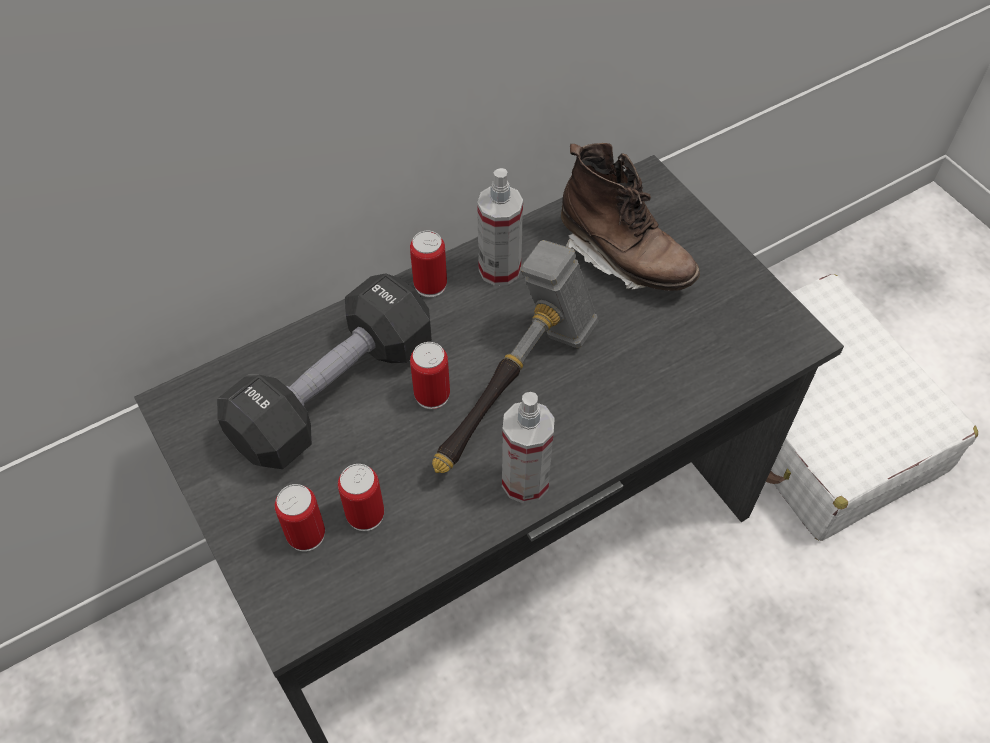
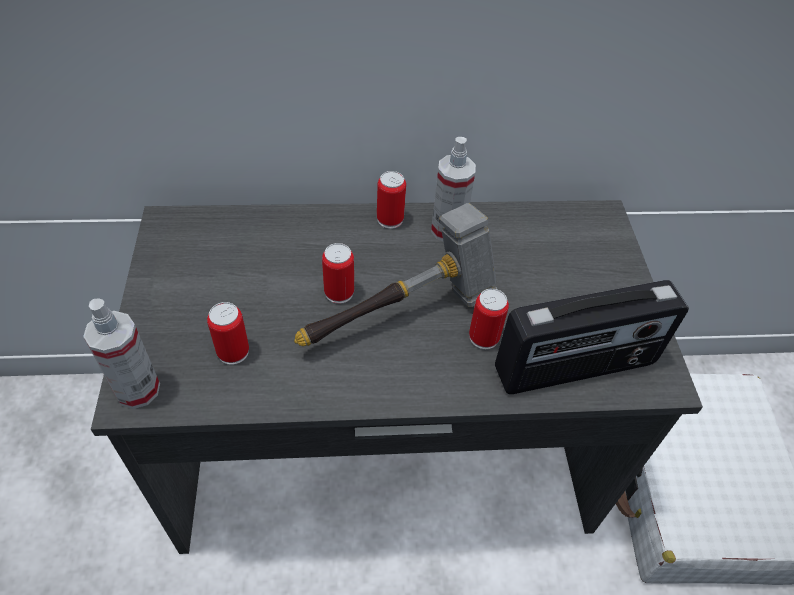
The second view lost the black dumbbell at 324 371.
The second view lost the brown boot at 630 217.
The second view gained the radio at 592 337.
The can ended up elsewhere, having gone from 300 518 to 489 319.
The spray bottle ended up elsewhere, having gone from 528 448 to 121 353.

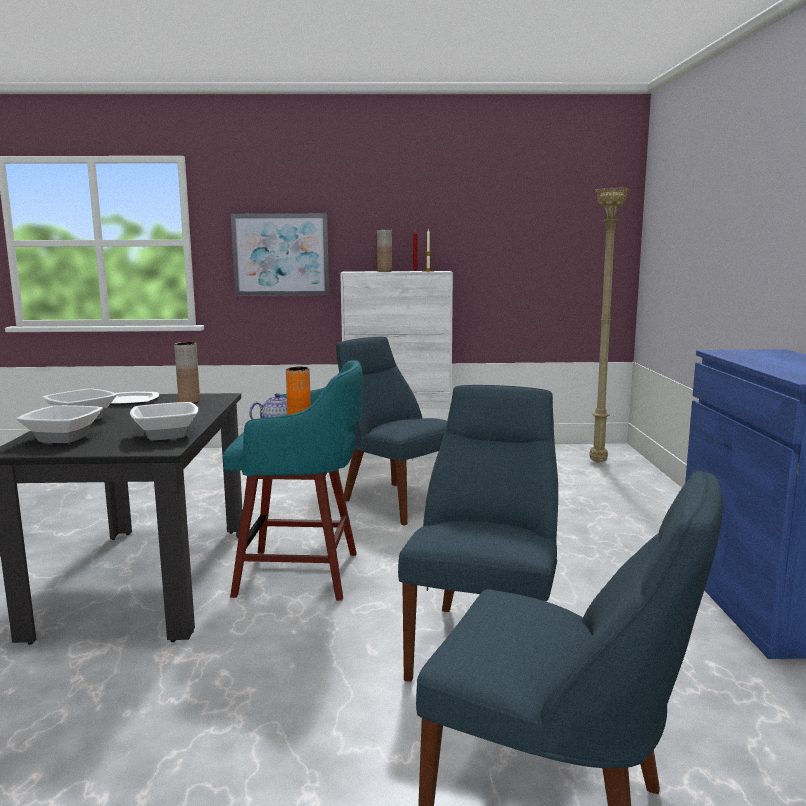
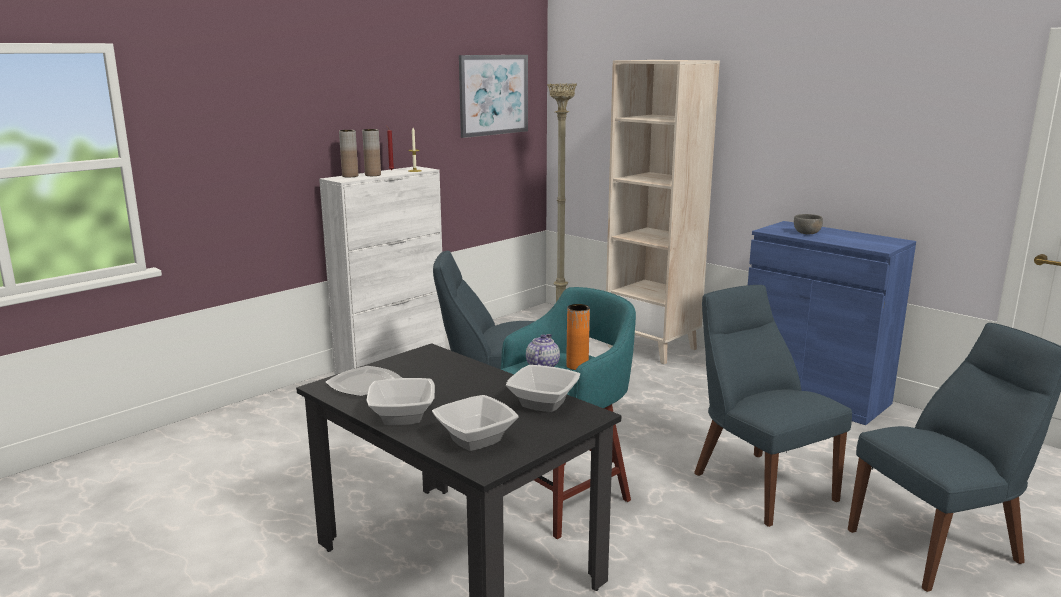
The second view gained the beige bookcase at 663 212.
The second view gained the grey bowl at 808 224.
The brown vase ended up elsewhere, having gone from 187 372 to 348 153.
The picture ended up elsewhere, having gone from 280 254 to 493 96.

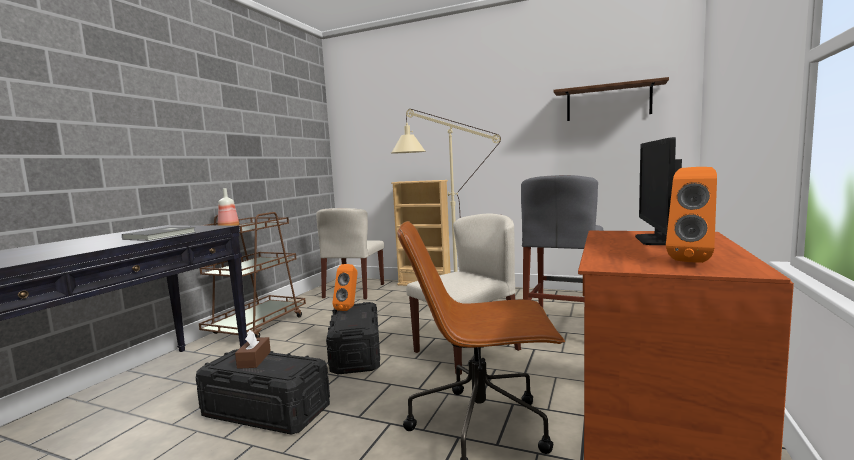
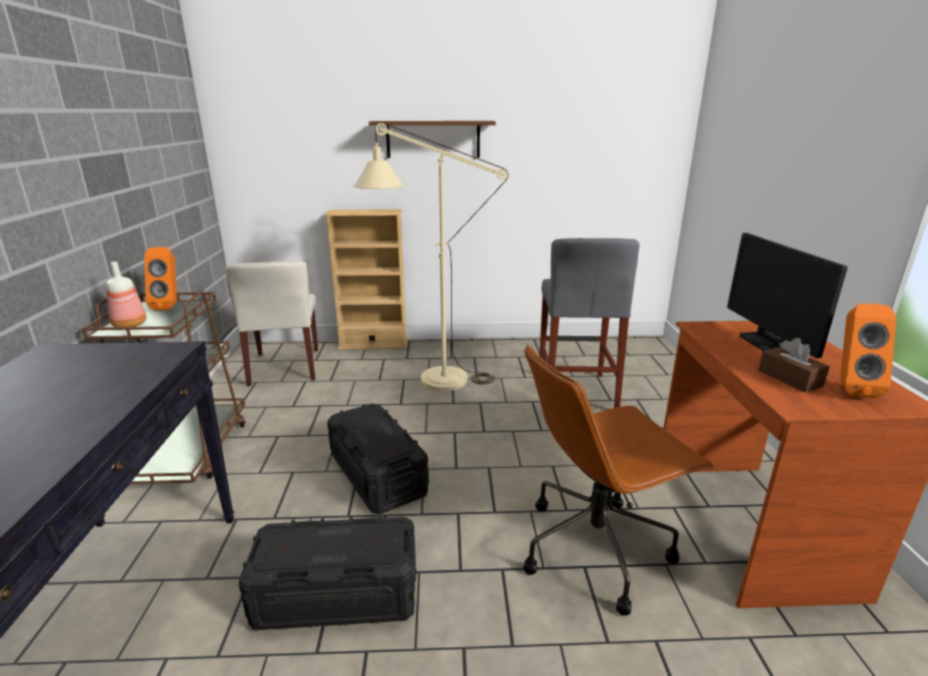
The second view lost the grey book at 158 234.
The second view lost the beige chair at 463 294.
The brown tissue box ended up elsewhere, having gone from 253 349 to 794 365.
The orange speaker ended up elsewhere, having gone from 345 287 to 160 278.
The brown shelf ended up elsewhere, having gone from 611 99 to 432 139.

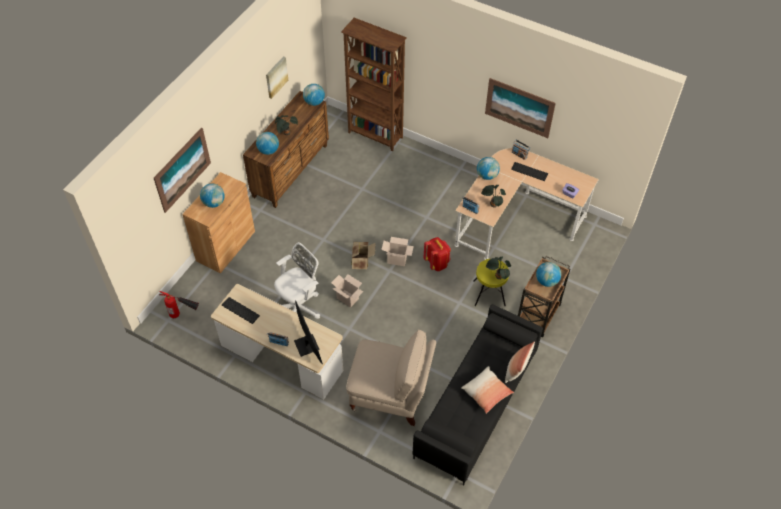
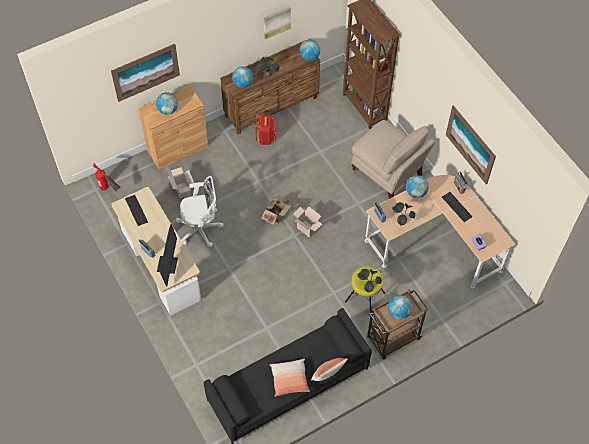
The cardboard box ended up elsewhere, having gone from 347 291 to 181 183.
The beige chair ended up elsewhere, having gone from 391 377 to 393 159.
The red backpack ended up elsewhere, having gone from 437 254 to 266 129.

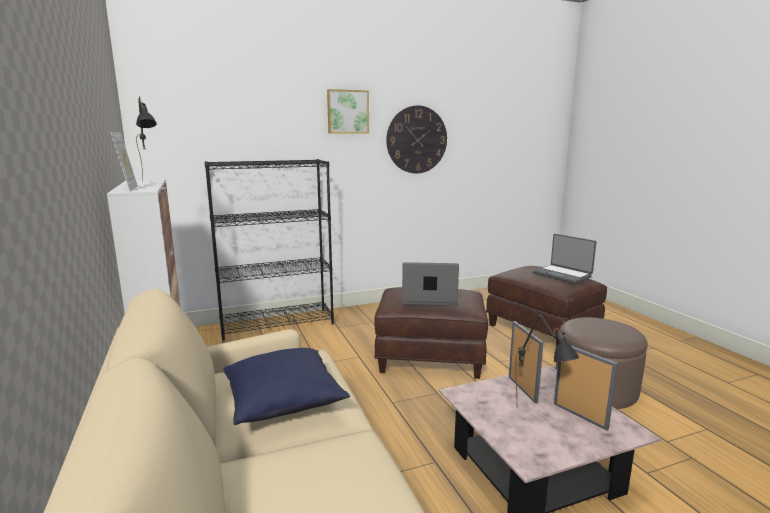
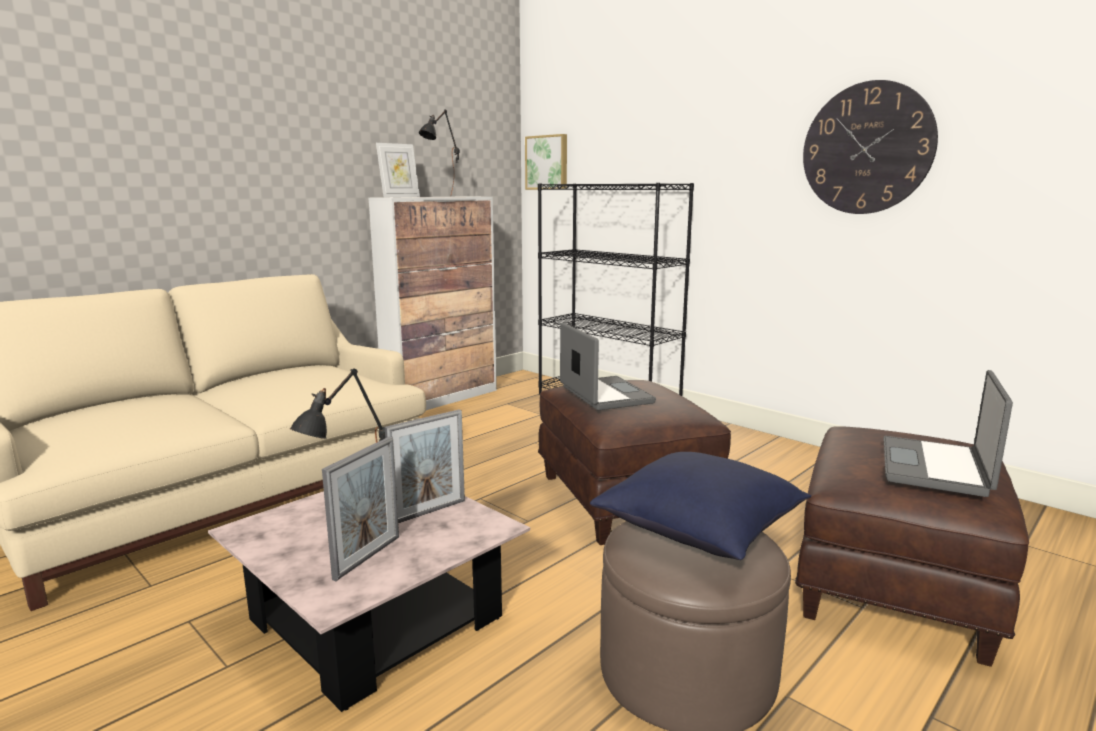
The blue pillow ended up elsewhere, having gone from 287 386 to 700 506.
The picture ended up elsewhere, having gone from 348 111 to 546 162.

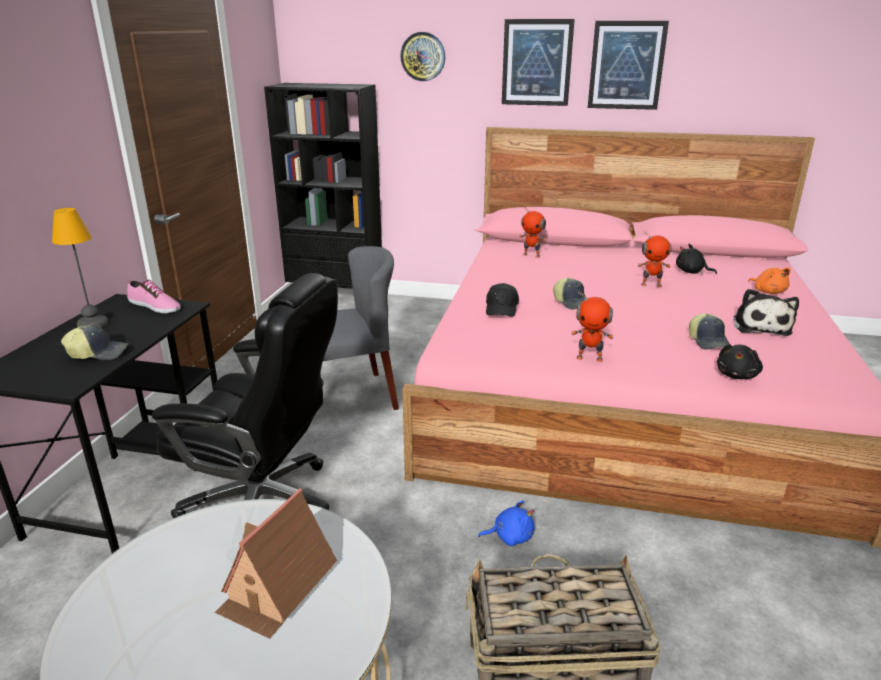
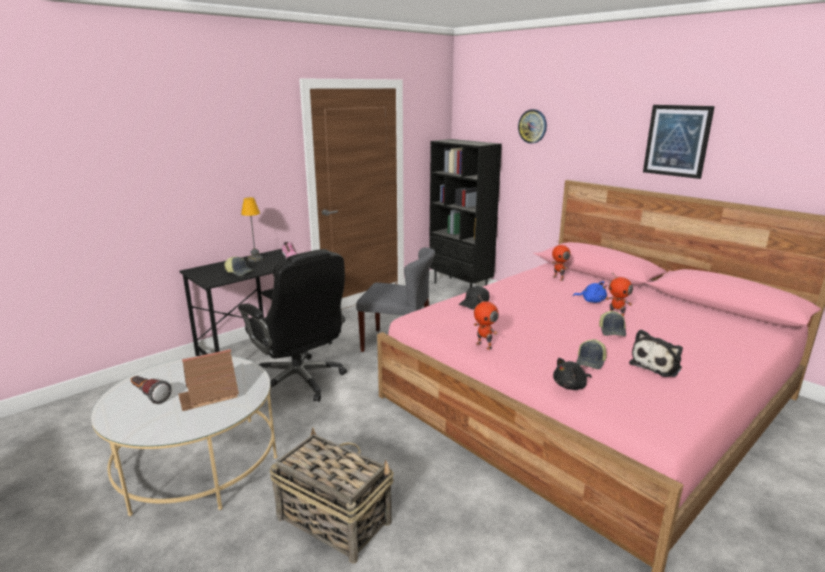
The second view lost the picture at 538 62.
The second view lost the black plush toy at 696 259.
The second view lost the orange plush toy at 769 281.
The second view gained the flashlight at 151 390.
The blue plush toy ended up elsewhere, having gone from 506 523 to 590 292.
The cap ended up elsewhere, having gone from 570 294 to 612 323.

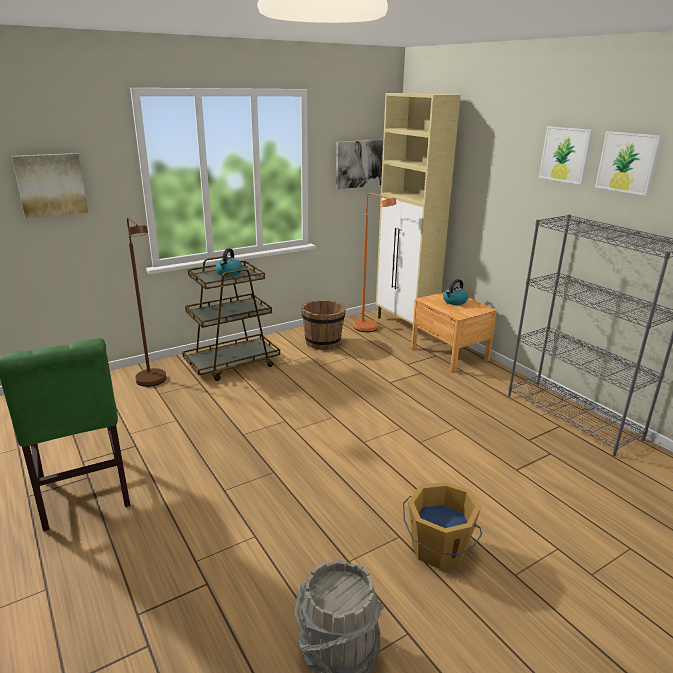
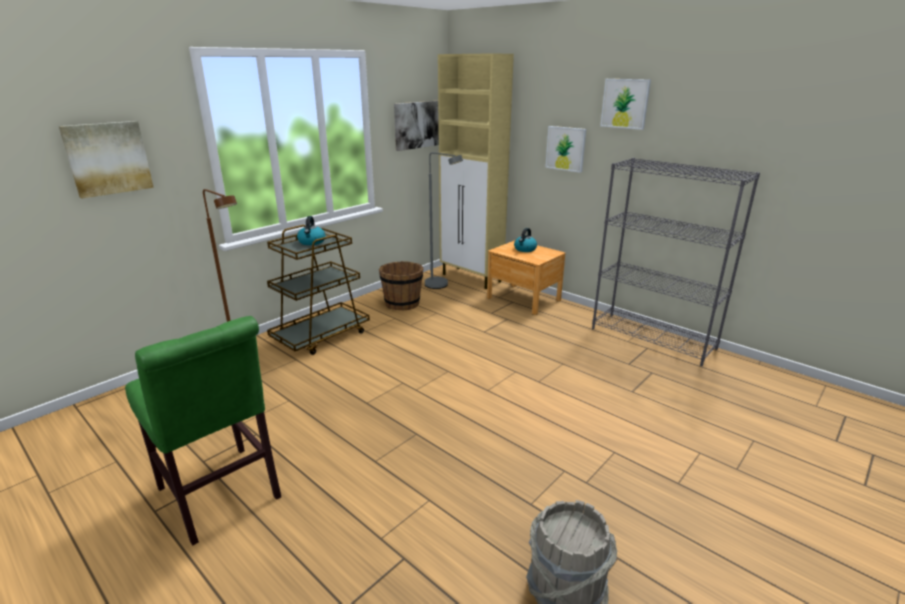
The second view lost the orange bucket at 442 525.
The picture ended up elsewhere, having gone from 628 163 to 565 149.
What was the orange floor lamp at 375 262 turned into the grey floor lamp at 444 220.

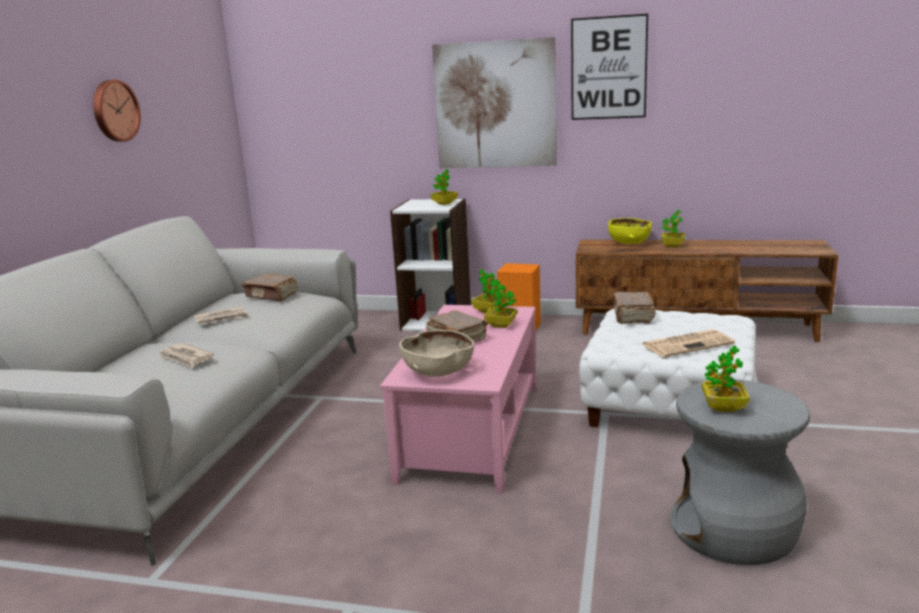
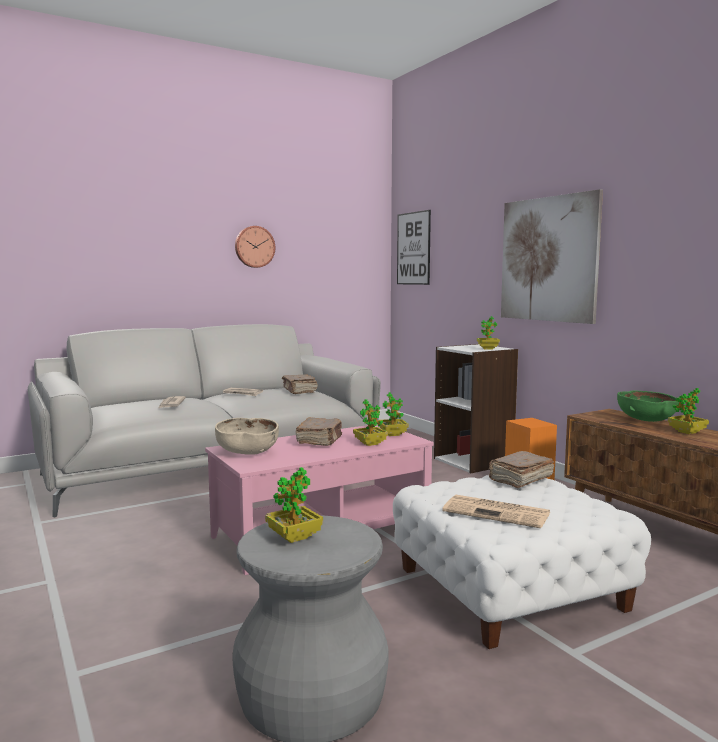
The picture ended up elsewhere, having gone from 609 67 to 414 247.
What was the yellow bowl at 630 231 turned into the green bowl at 648 406.

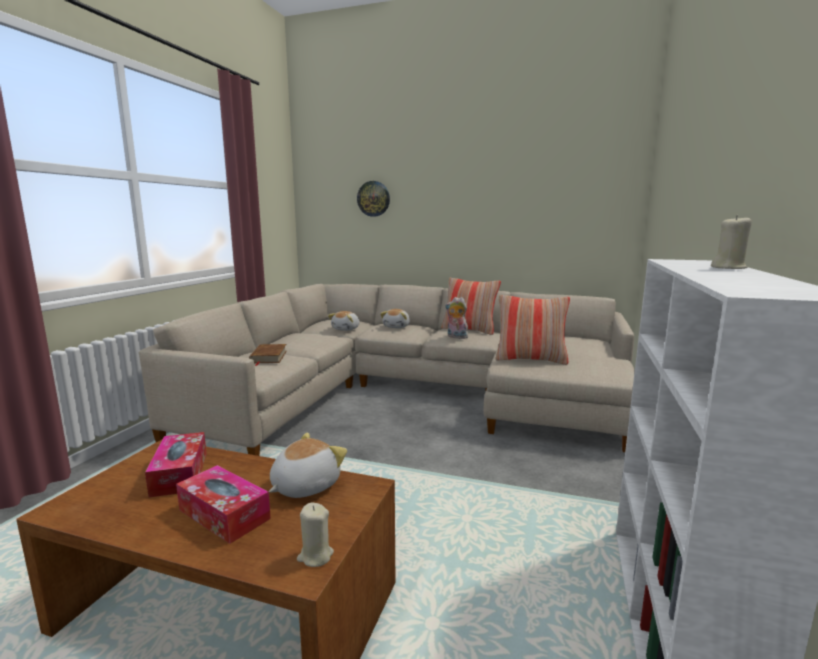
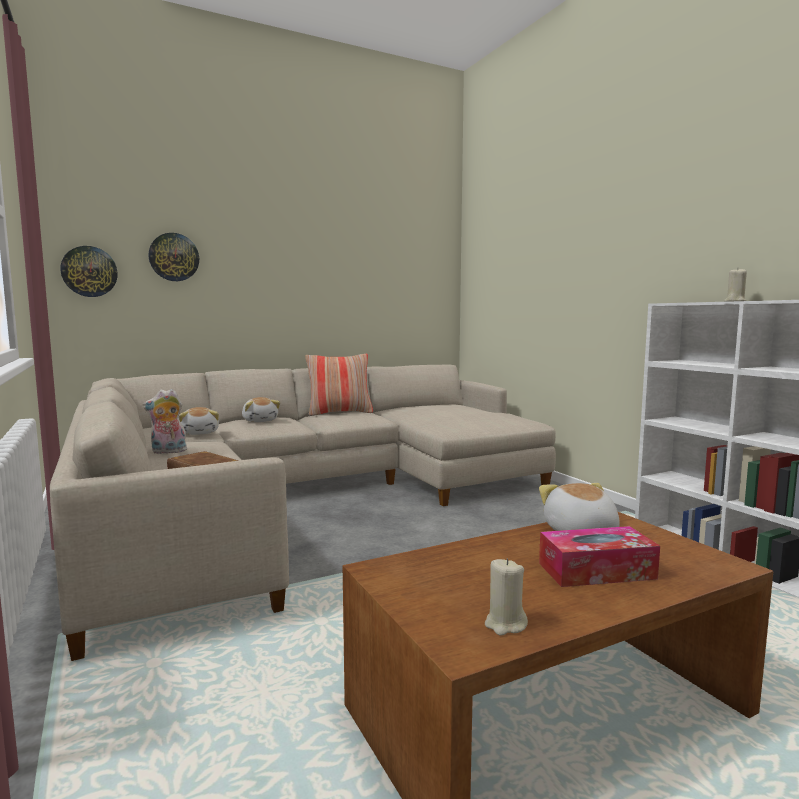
The second view lost the tissue box at 176 464.
The second view lost the pillow at 532 330.
The second view gained the wall clock at 89 271.
The beige candle ended up elsewhere, having gone from 315 534 to 506 597.
The plush toy ended up elsewhere, having gone from 456 318 to 165 421.

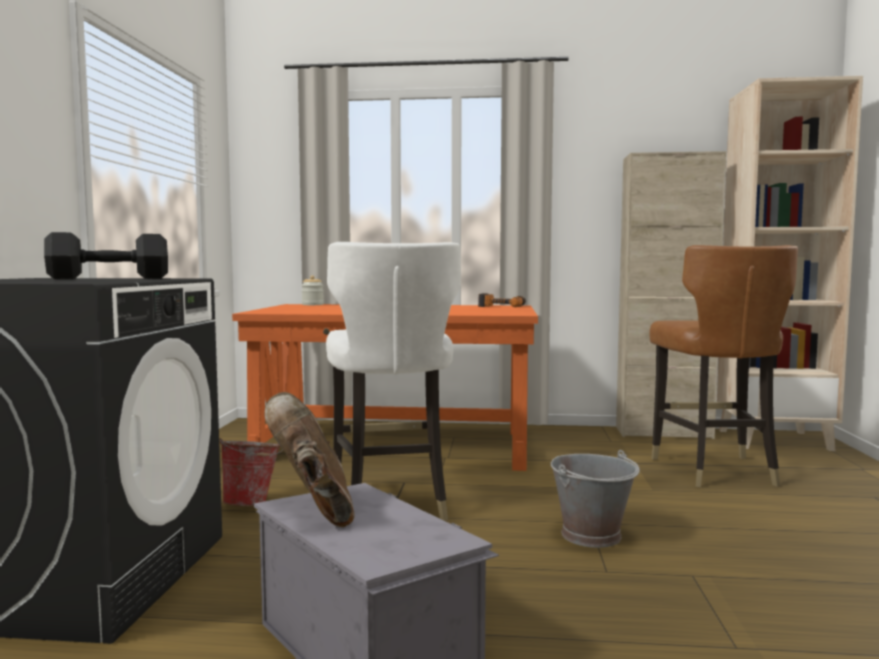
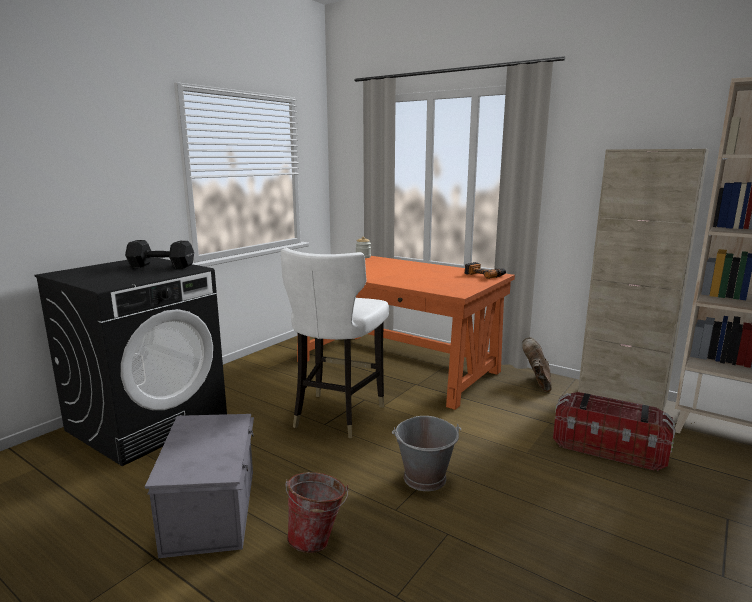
The bucket ended up elsewhere, having gone from 251 472 to 316 512.
The brown boot ended up elsewhere, having gone from 309 459 to 537 364.
Where the brown chair stood at 723 366, the storage box came to stand at 614 432.

